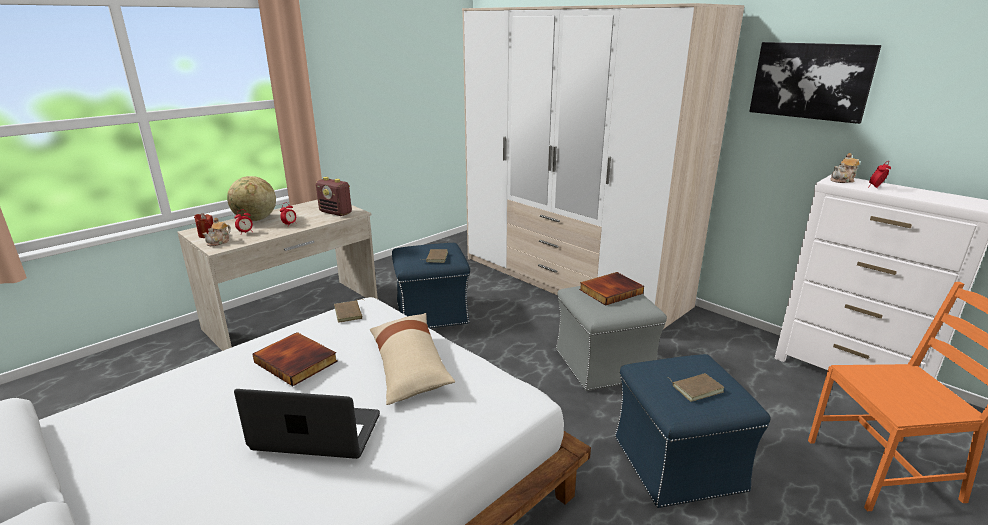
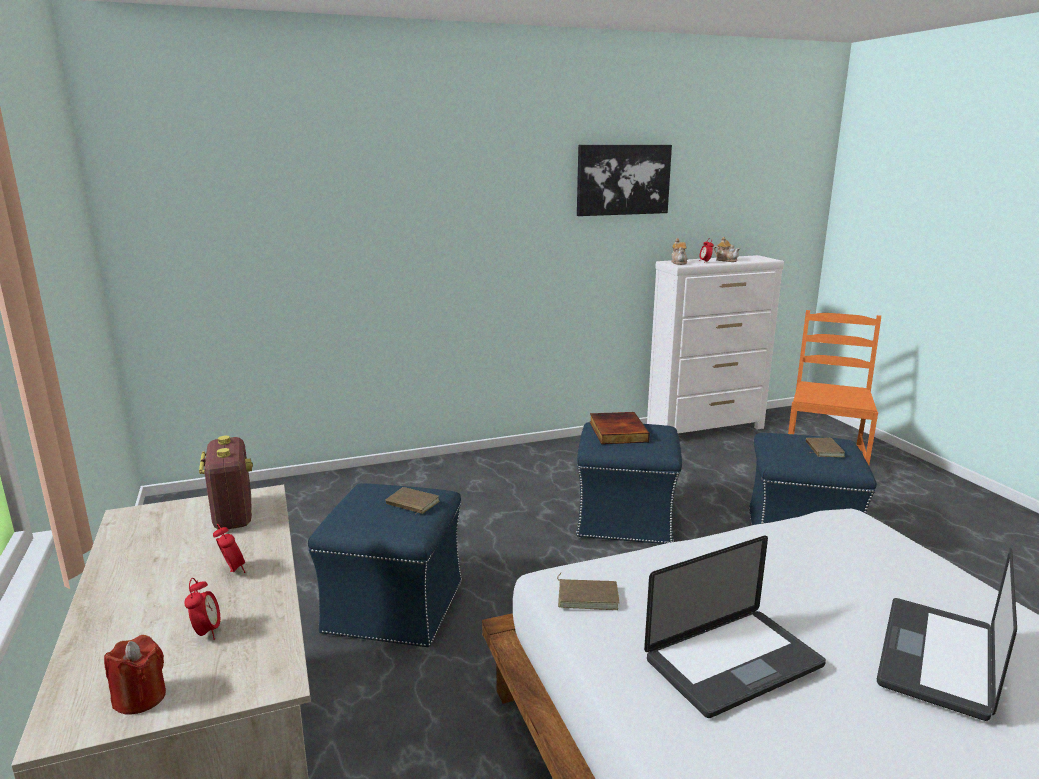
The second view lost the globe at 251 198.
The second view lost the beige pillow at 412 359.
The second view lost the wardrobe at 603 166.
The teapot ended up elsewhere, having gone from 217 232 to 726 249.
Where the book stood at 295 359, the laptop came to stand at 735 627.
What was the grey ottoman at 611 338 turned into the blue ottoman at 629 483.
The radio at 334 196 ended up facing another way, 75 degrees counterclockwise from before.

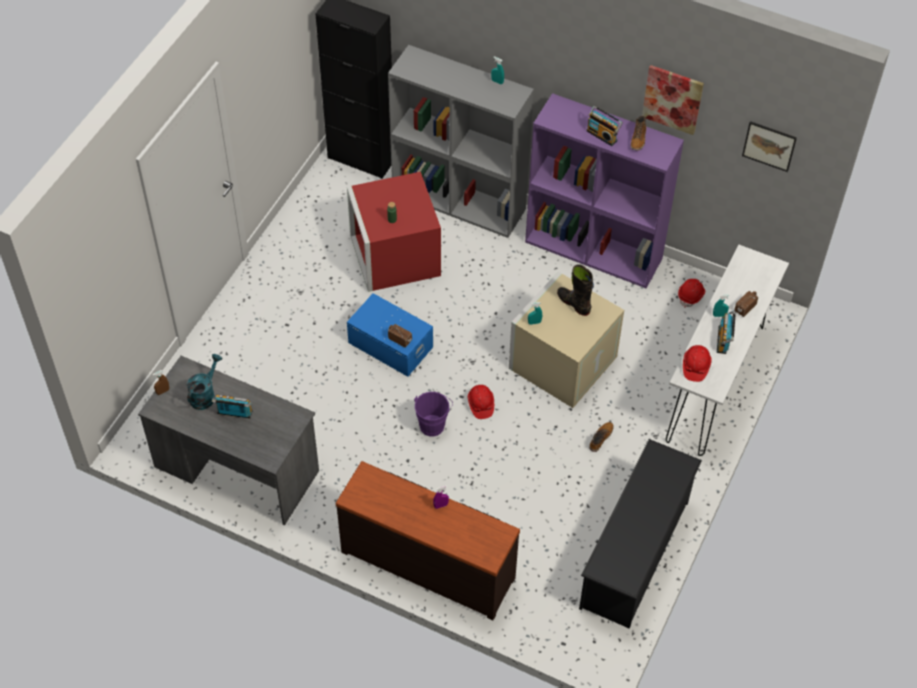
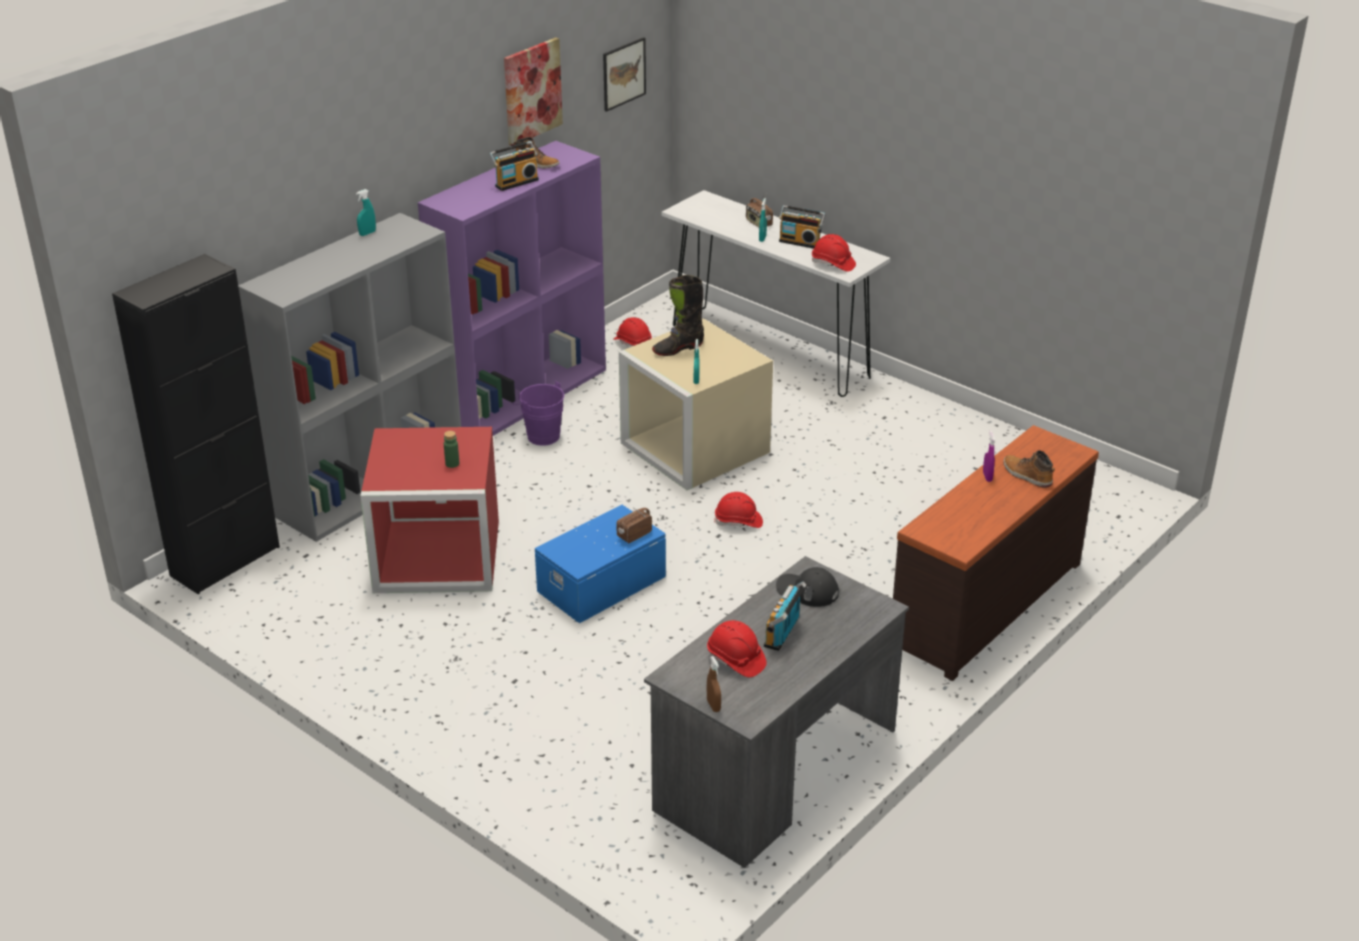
The second view lost the black shoe rack at 640 534.
The second view gained the black cap at 807 587.
The purple bucket ended up elsewhere, having gone from 433 414 to 538 414.
The boot ended up elsewhere, having gone from 601 437 to 1029 469.
Where the turquoise watering can stood at 204 382, the red hard hat came to stand at 737 648.

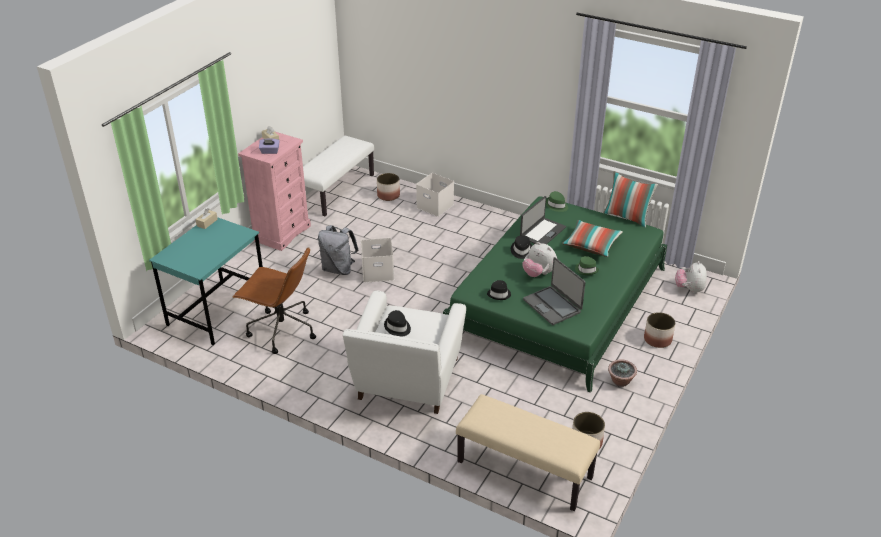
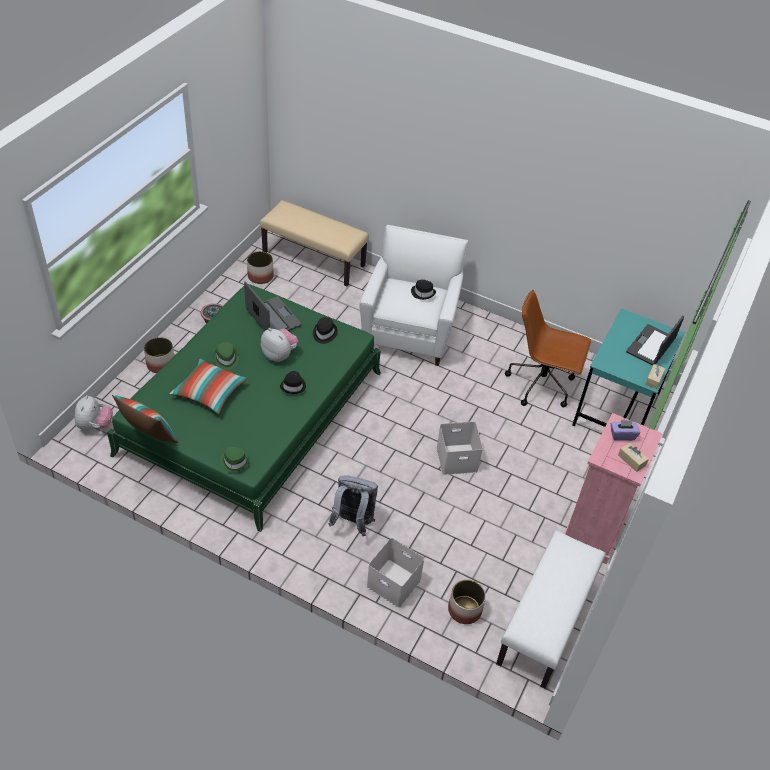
The grey backpack ended up elsewhere, having gone from 338 250 to 353 505.
The laptop ended up elsewhere, having gone from 543 220 to 655 340.

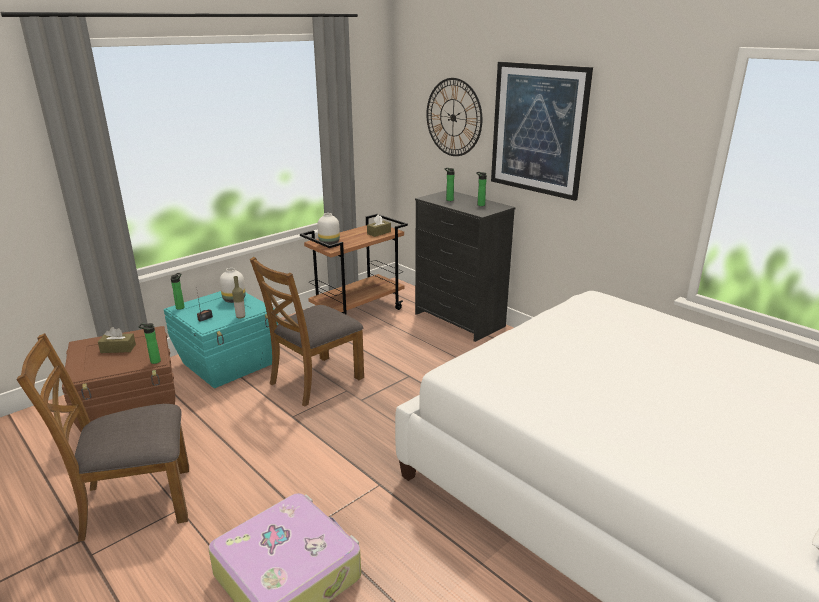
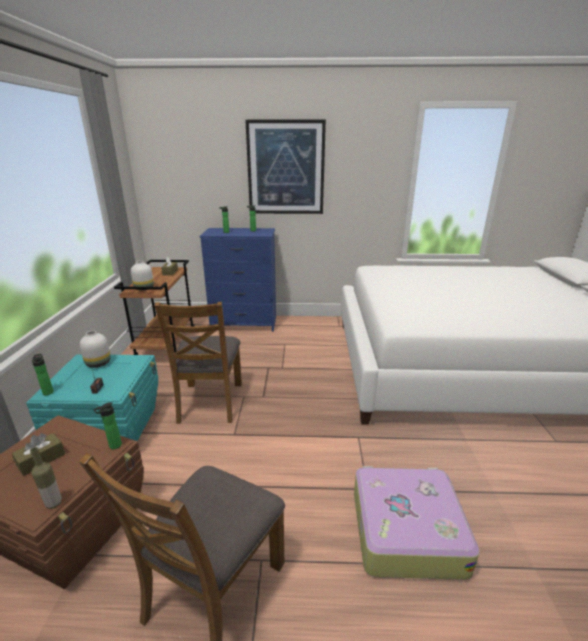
The second view lost the wall clock at 454 117.
The bottle ended up elsewhere, having gone from 238 297 to 46 478.
What was the black dresser at 465 266 turned into the blue dresser at 238 280.

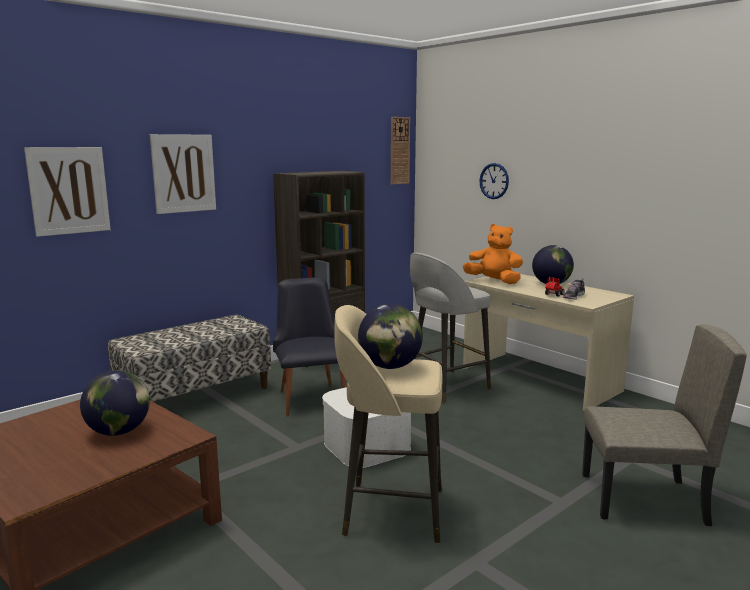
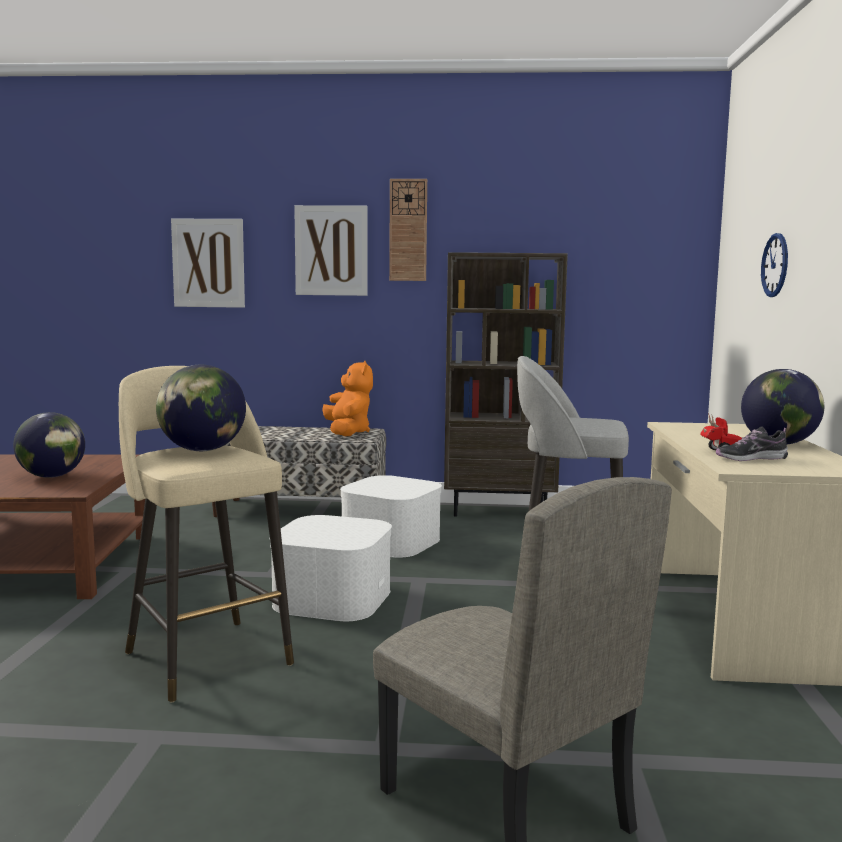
The wall clock ended up elsewhere, having gone from 400 150 to 408 230.
The orange plush toy ended up elsewhere, having gone from 493 254 to 347 398.
Where the black chair stood at 309 347, the white storage box came to stand at 391 516.

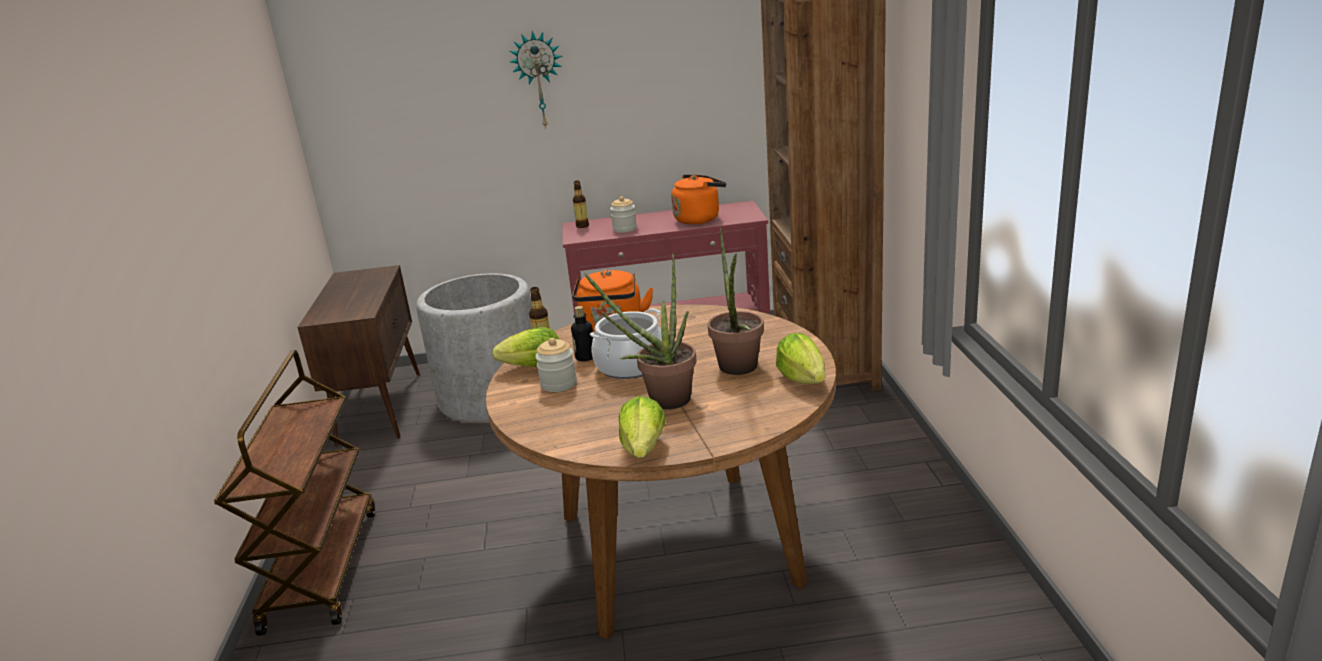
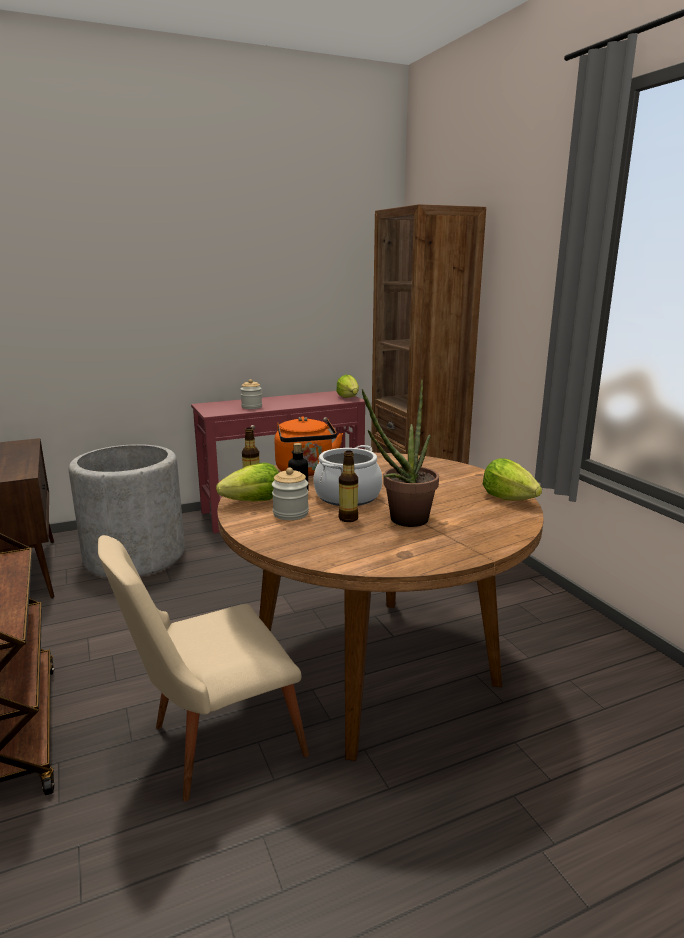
The second view lost the wall clock at 536 80.
The second view lost the orange kettle at 698 199.
The second view lost the potted plant at 736 301.
The second view gained the beige chair at 203 668.
The bottle ended up elsewhere, having gone from 581 204 to 348 486.
The lettuce ended up elsewhere, having gone from 642 427 to 347 386.

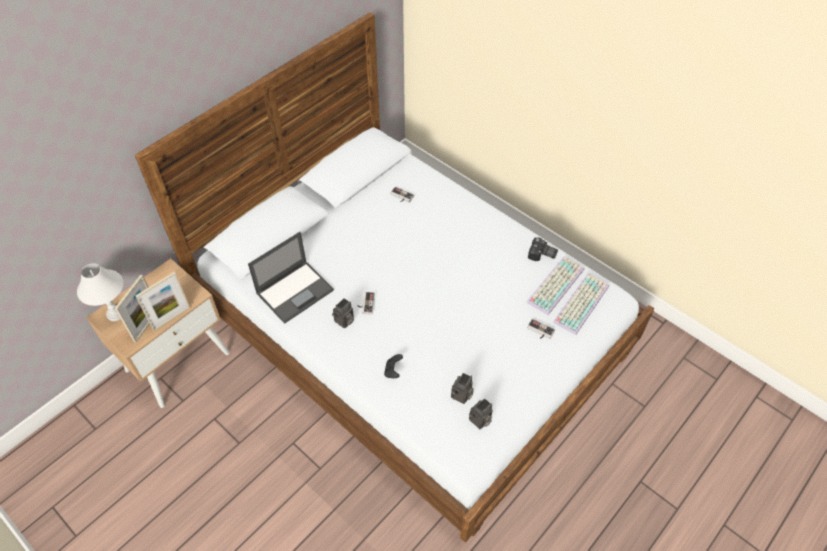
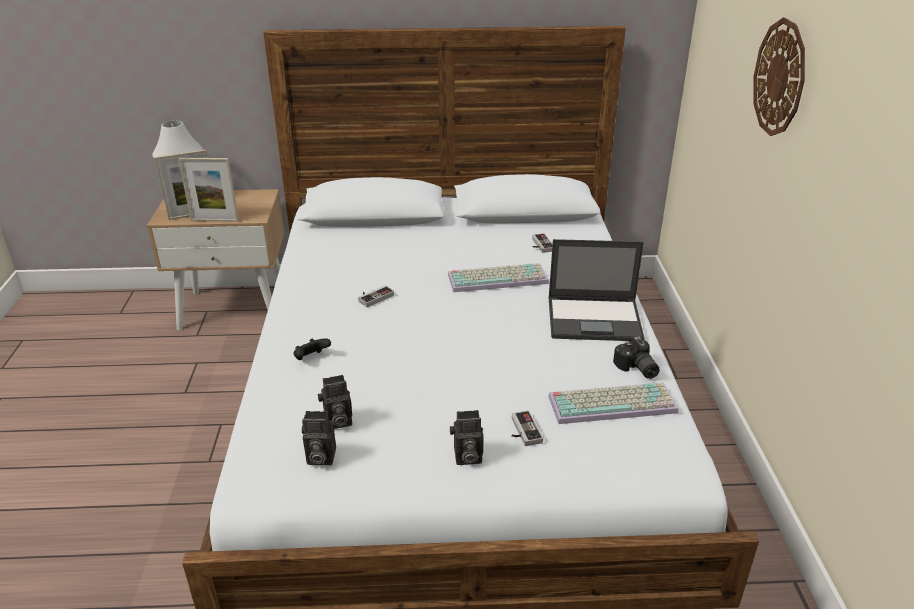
The second view gained the wall clock at 779 77.
The laptop ended up elsewhere, having gone from 291 278 to 597 290.
The photo camera ended up elsewhere, having gone from 343 313 to 467 437.
The keyboard ended up elsewhere, having gone from 581 304 to 498 277.

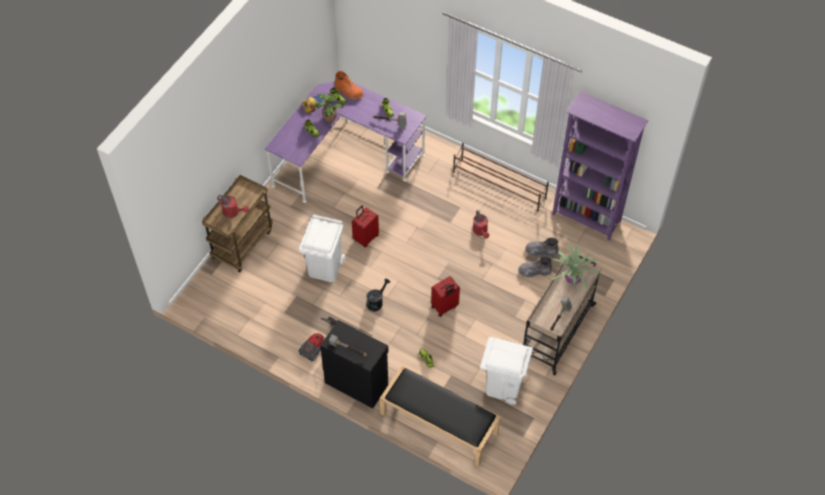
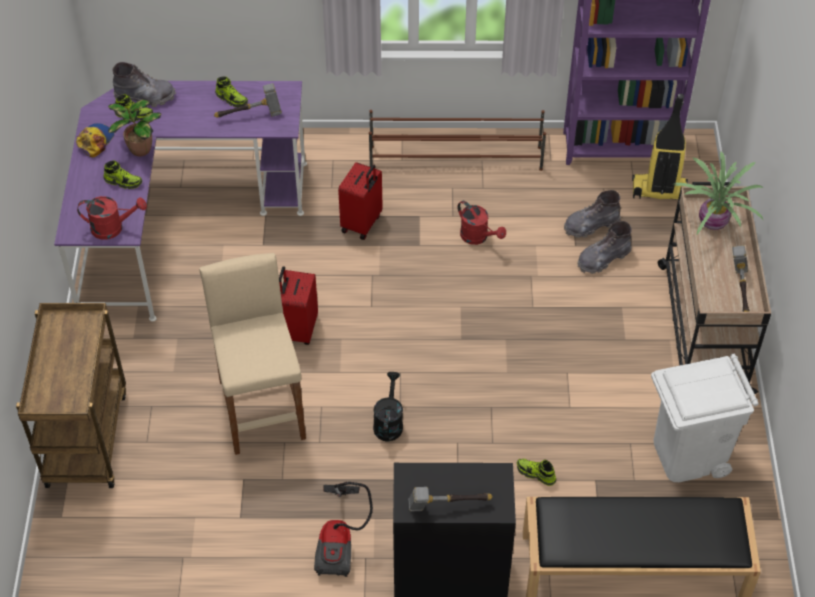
The second view gained the vacuum cleaner at 660 147.
The red watering can ended up elsewhere, having gone from 233 206 to 112 218.
The red suitcase ended up elsewhere, having gone from 445 296 to 360 201.
Where the white trash can stood at 322 248, the beige stool came to stand at 252 354.
What was the orange boot at 349 85 turned into the grey boot at 144 84.

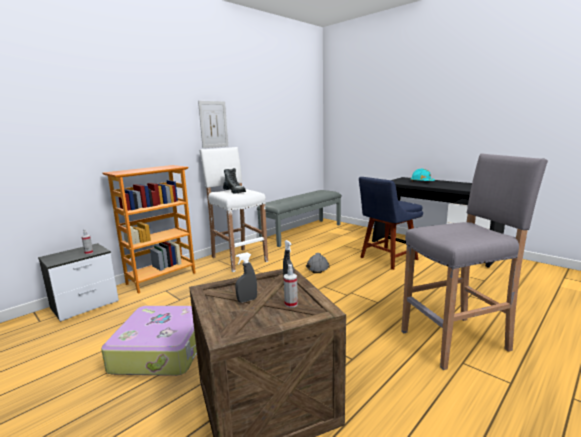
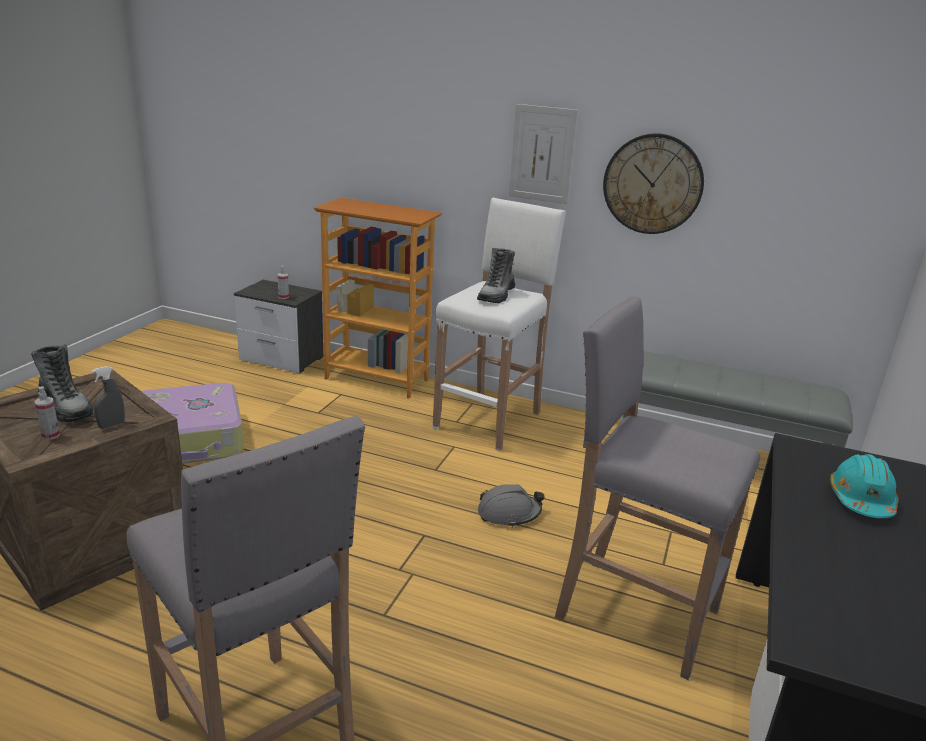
The second view gained the wall clock at 653 183.
Where the grey spray bottle stood at 246 277, the boot came to stand at 62 383.
Where the blue chair stood at 391 223, the grey stool came to stand at 657 488.

